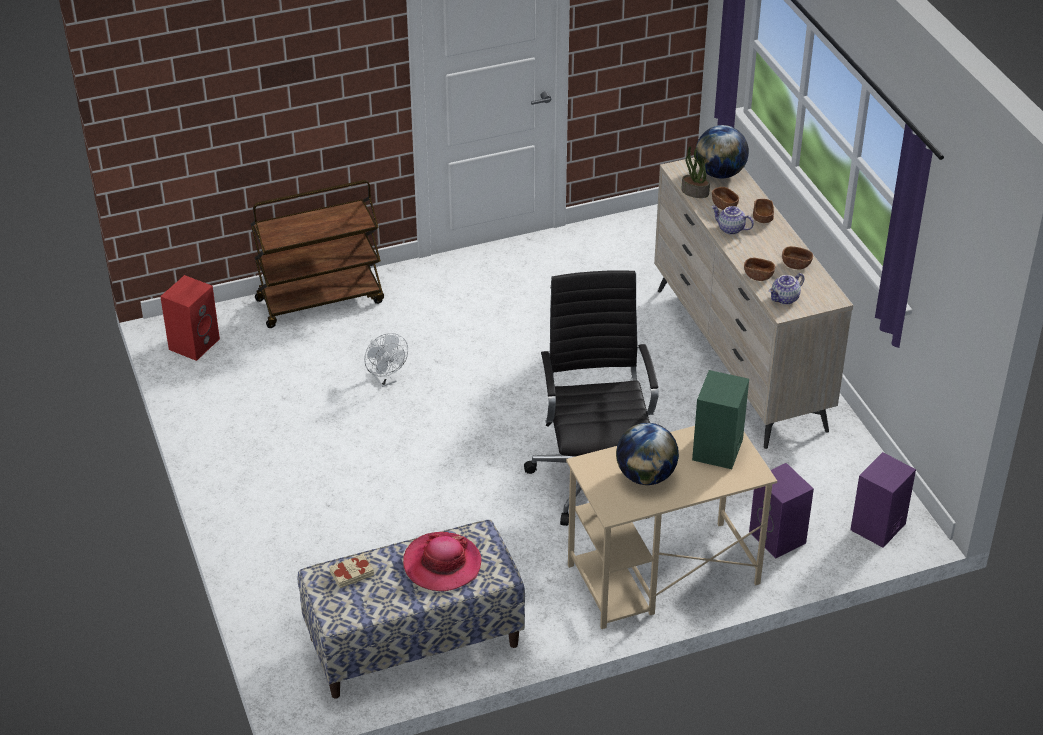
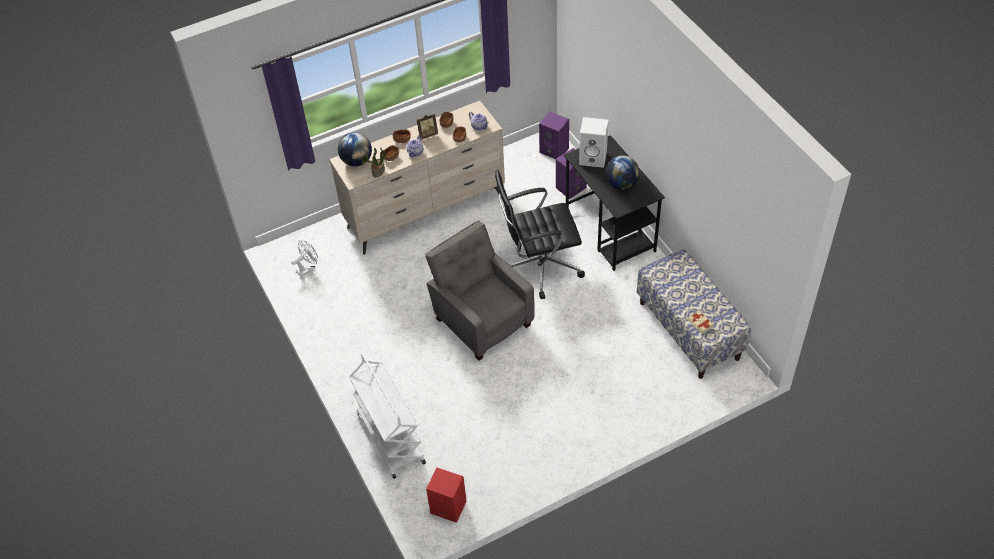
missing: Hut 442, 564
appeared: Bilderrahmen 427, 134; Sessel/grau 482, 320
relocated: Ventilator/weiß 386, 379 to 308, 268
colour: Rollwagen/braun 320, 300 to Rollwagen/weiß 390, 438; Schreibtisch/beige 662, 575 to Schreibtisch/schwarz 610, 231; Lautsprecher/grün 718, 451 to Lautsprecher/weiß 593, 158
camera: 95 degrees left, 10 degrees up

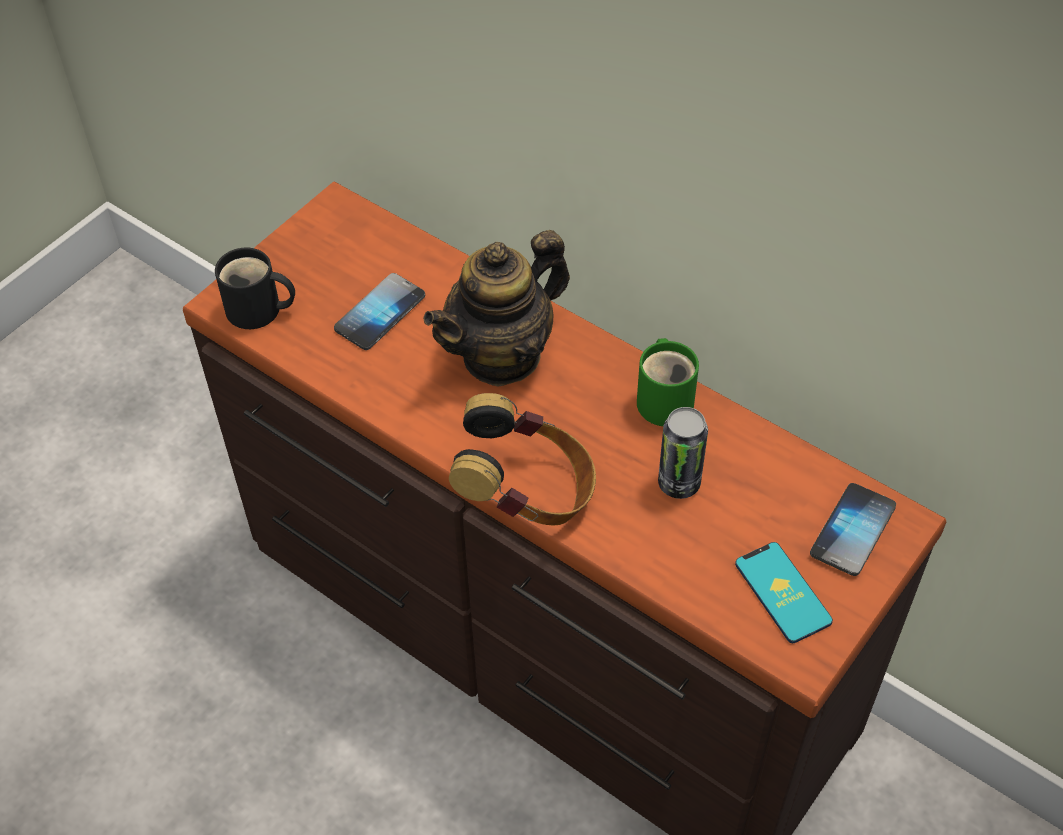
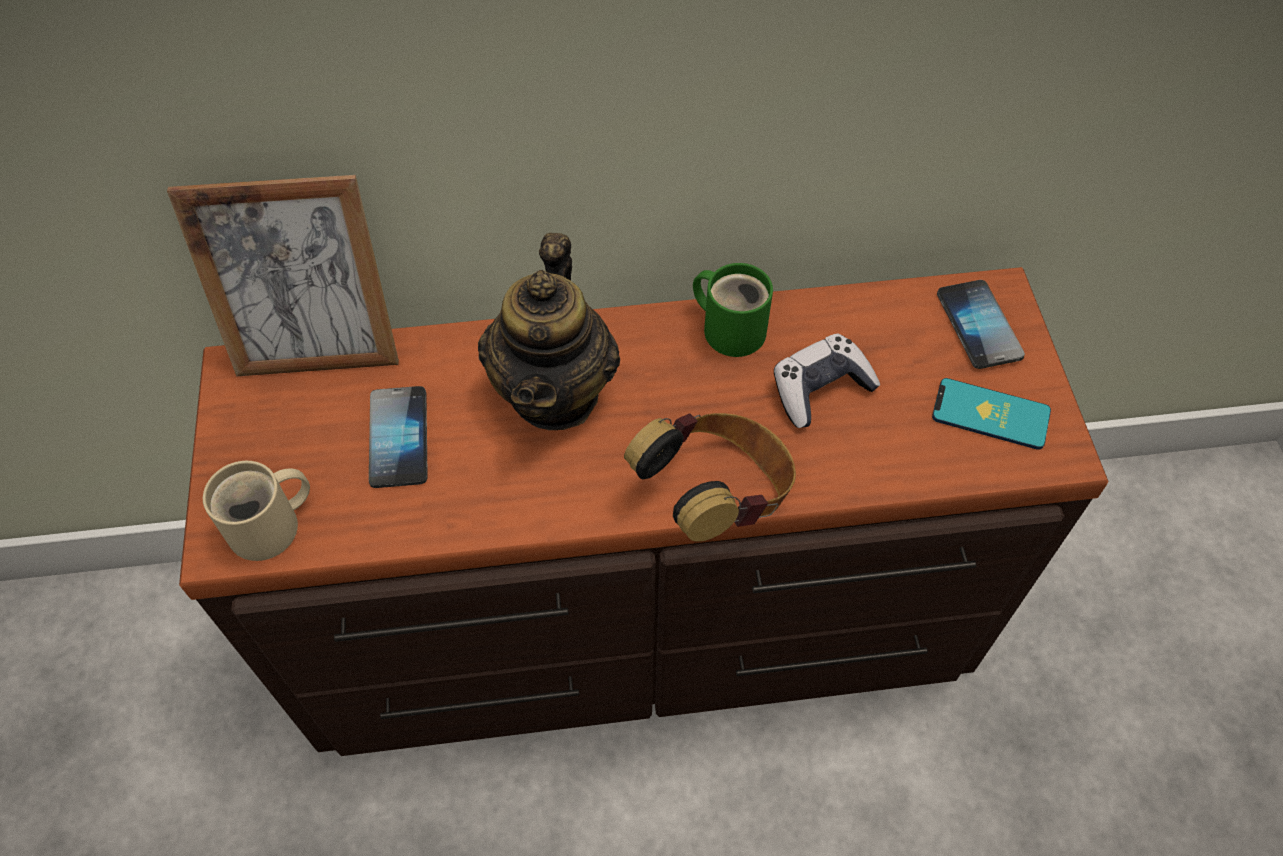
appeared: Bilderrahmen 319, 351
exchanged: Dose 679, 483 to Gamepad 820, 389
colour: Henkelbecher/schwarz 258, 311 to Henkelbecher/beige 271, 527
camera: 45 degrees left, 5 degrees up

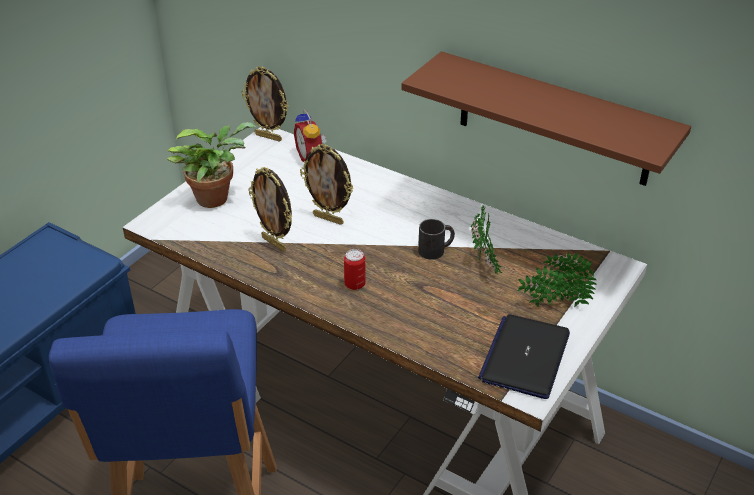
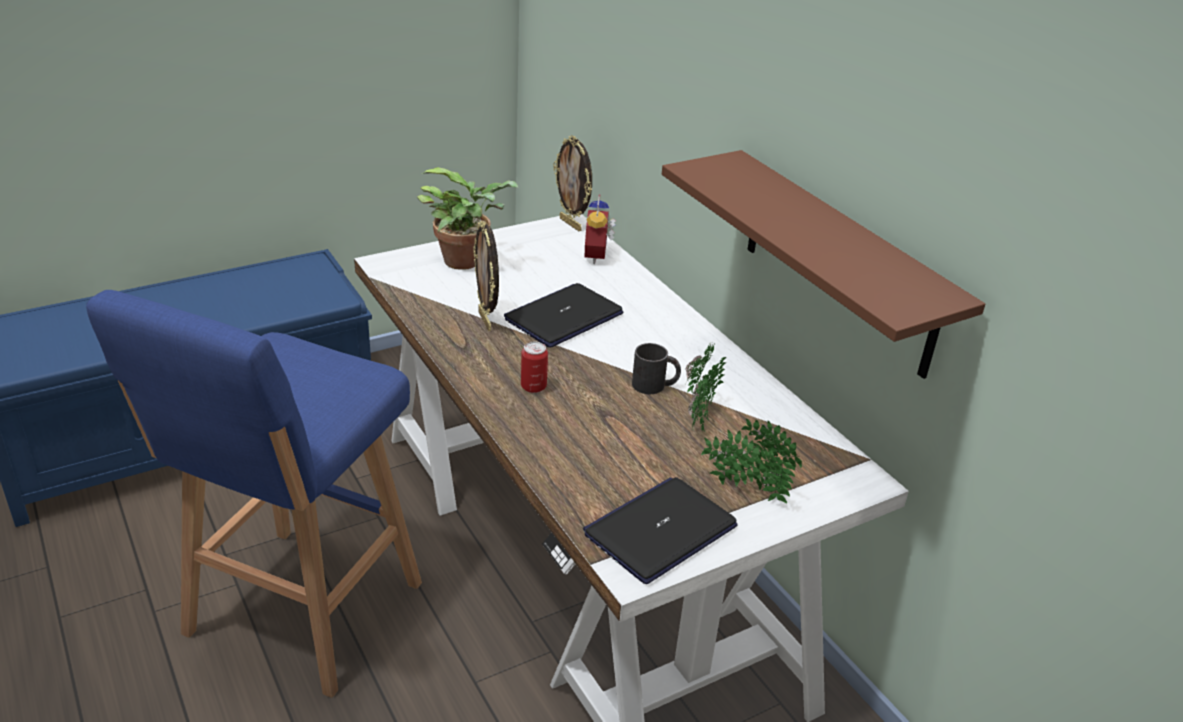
exchanged: Bilderrahmen 329, 219 to Laptop 564, 317
camera: 25 degrees right, 5 degrees down

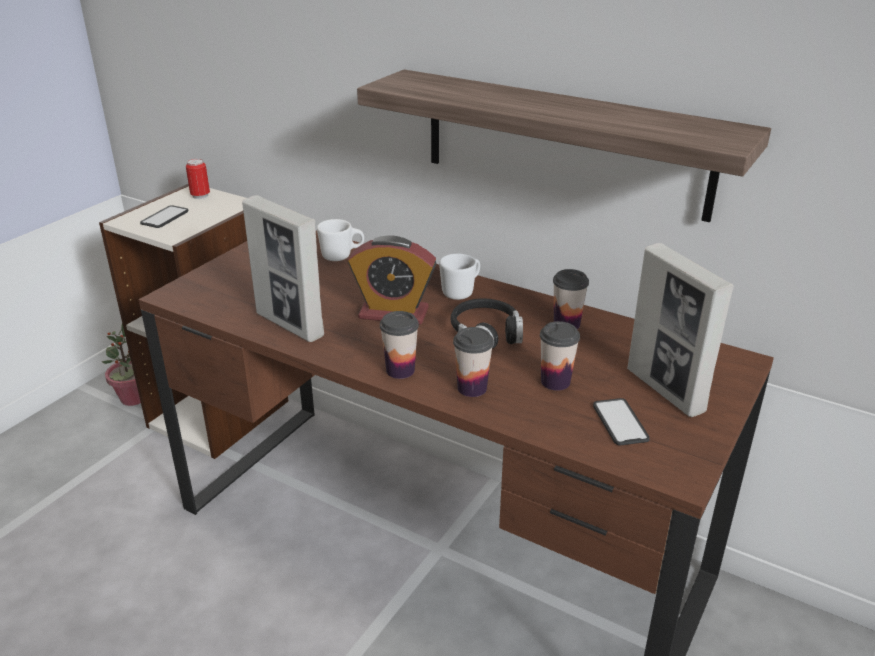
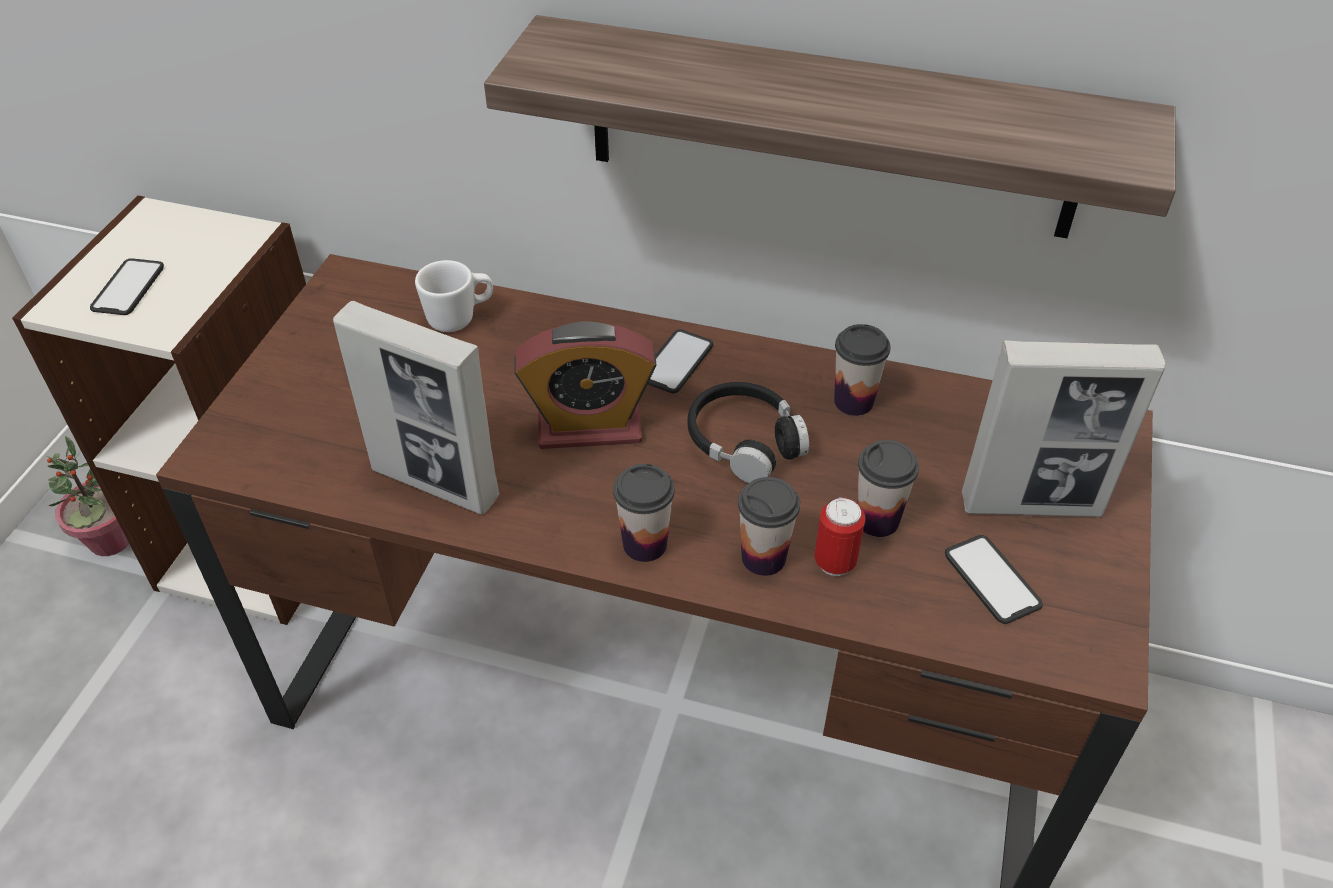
relocated: Dose 200, 196 to 835, 562
exchanged: Henkelbecher/weiß 461, 292 to Handy 676, 362
spun: Bilderrahmen 665, 390 = 1031, 505 45 degrees counterclockwise
camera: 15 degrees left, 15 degrees up

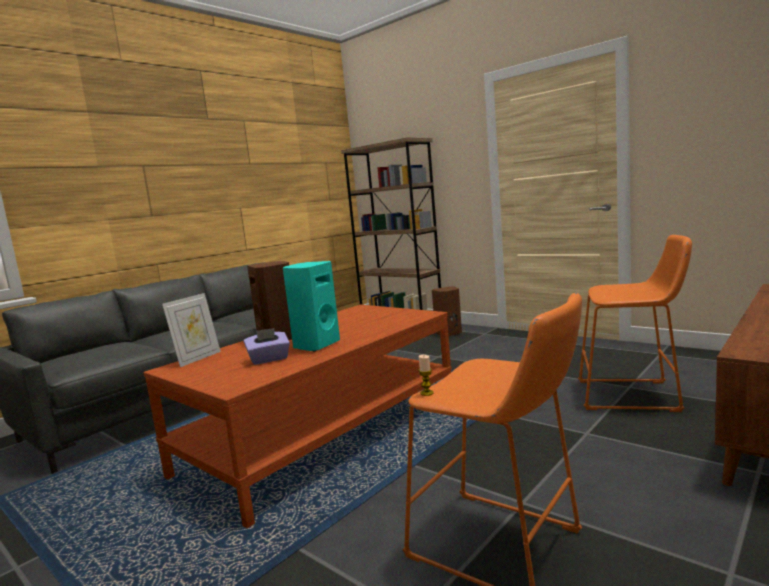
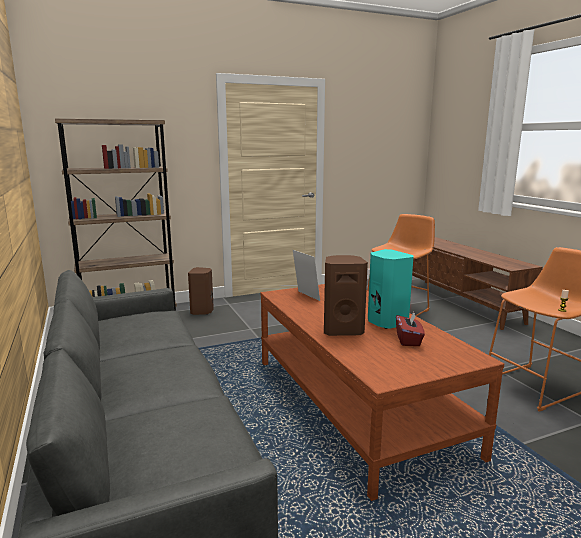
relocated: Bilderrahmen 197, 358 to 306, 296
colour: Taschentuchbox/lila 269, 359 to Taschentuchbox/rot 408, 340
camera: 65 degrees left, 5 degrees up

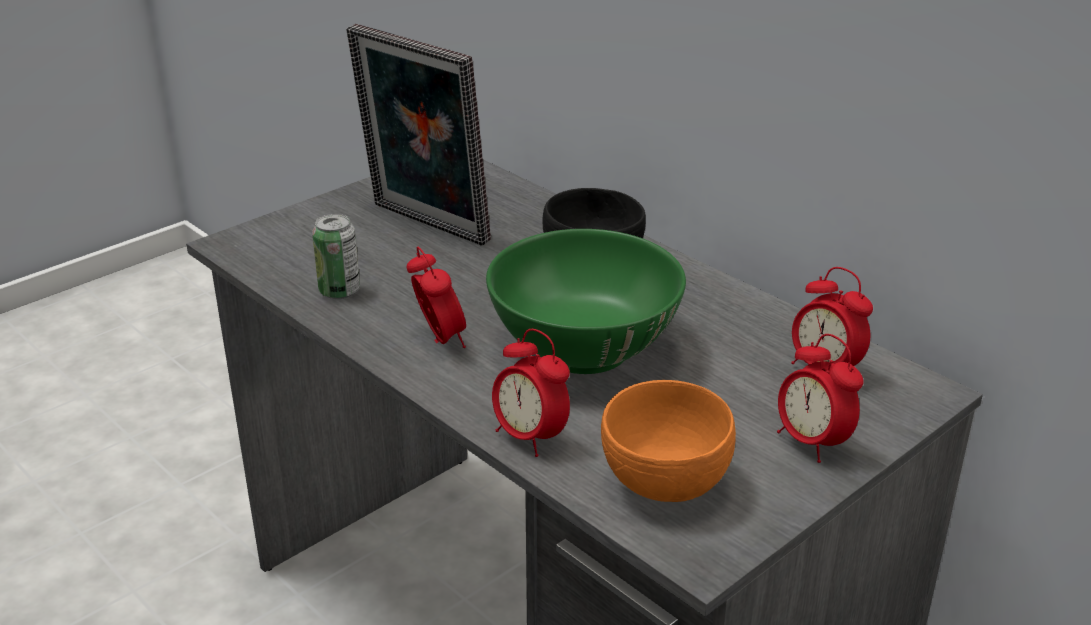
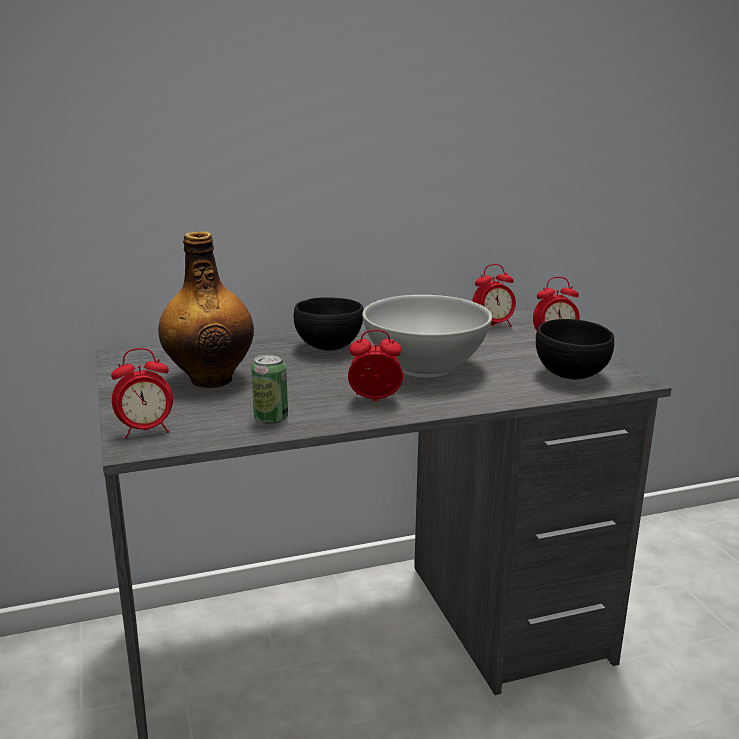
relocated: Wecker 530, 437 to 146, 431
exchanged: Bilderrahmen 424, 226 to Flasche 210, 379
colour: Schüssel/grün 583, 349 to Schüssel/weiß 424, 367; Schüssel/orange 666, 482 to Schüssel/schwarz 570, 375
camera: 65 degrees left, 10 degrees down

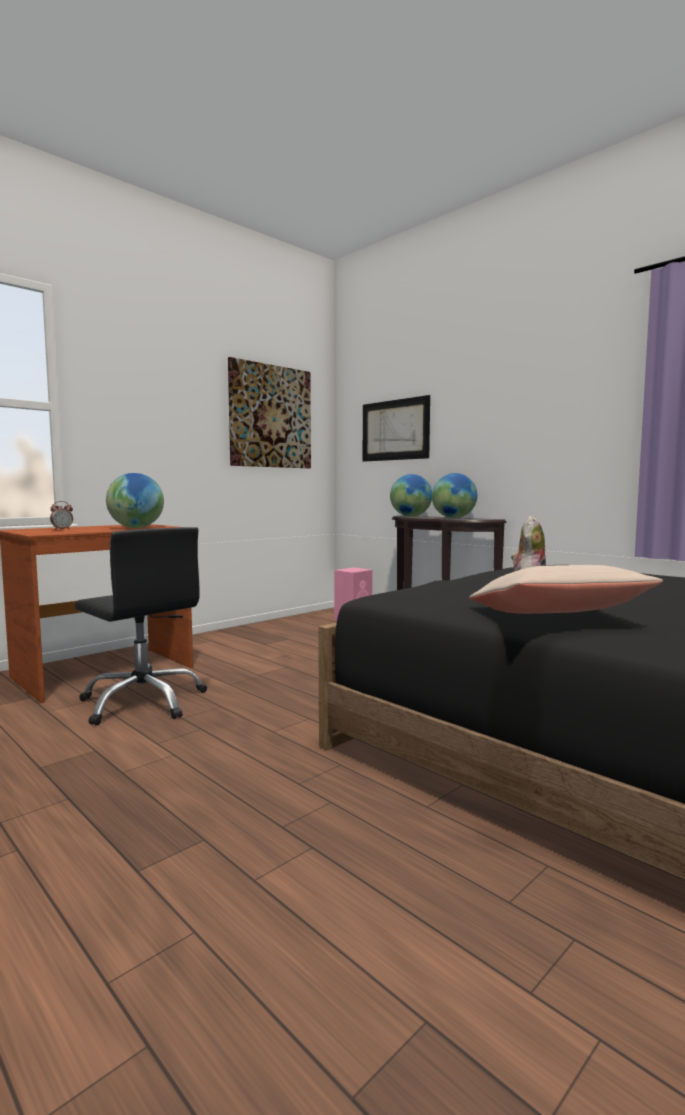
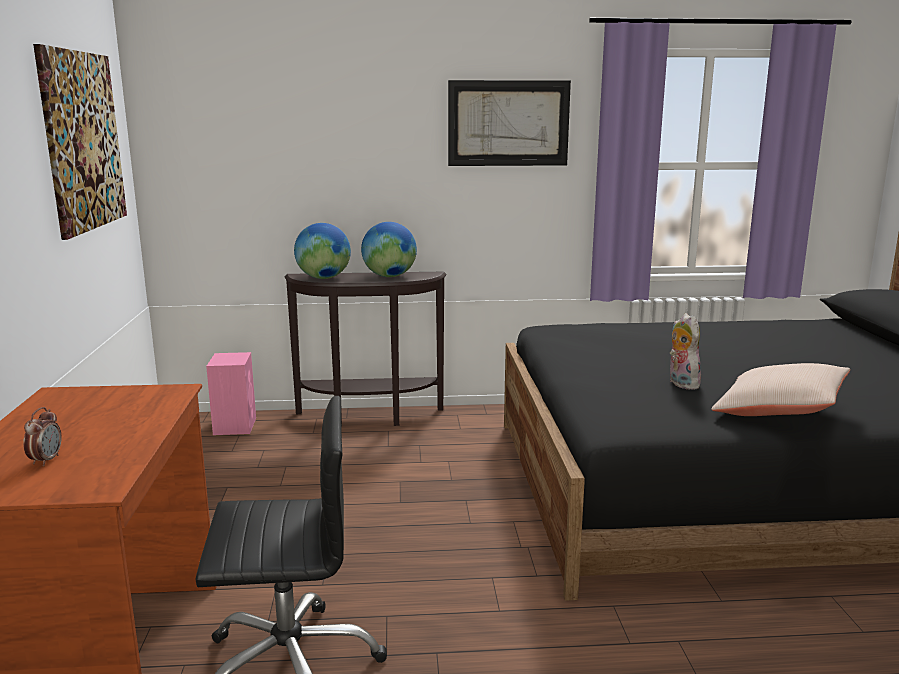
missing: Globus 136, 527
relocated: Bild 395, 430 to 508, 123
camera: 50 degrees left, 10 degrees up

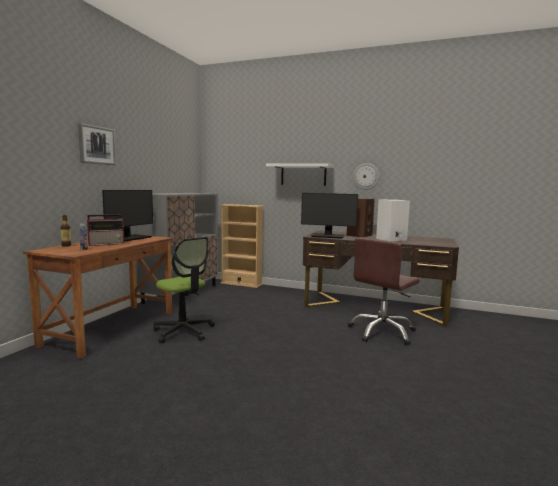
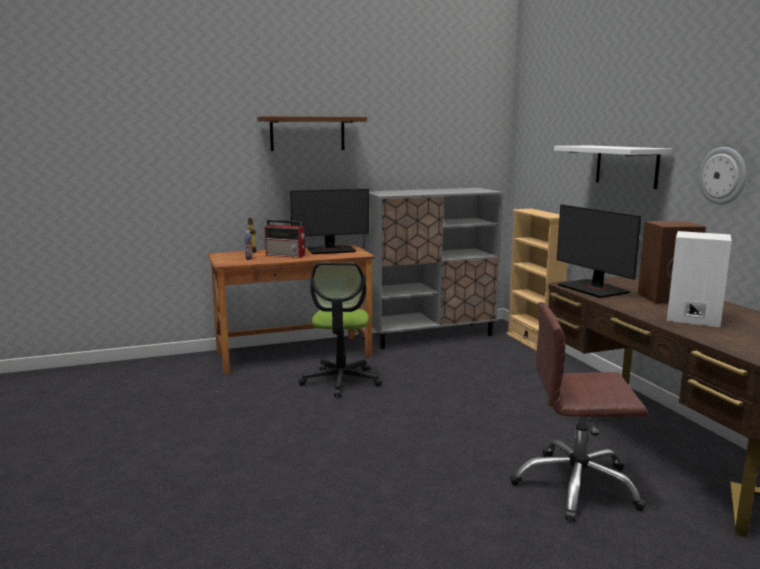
exchanged: Bild 97, 145 to Wandregal/braun 307, 133
camera: 50 degrees right, 5 degrees up

